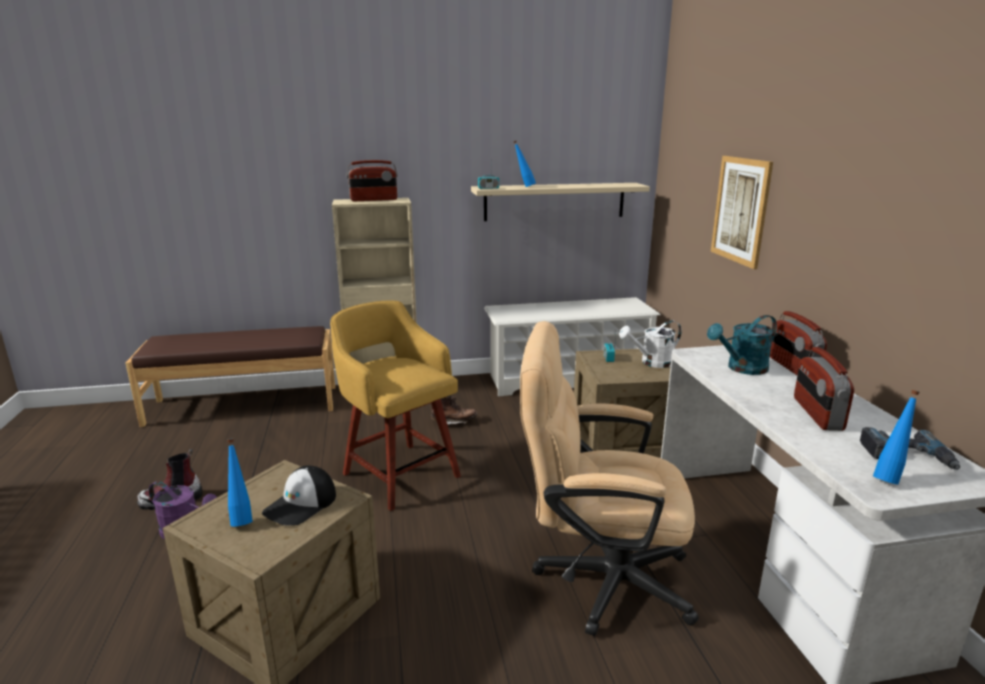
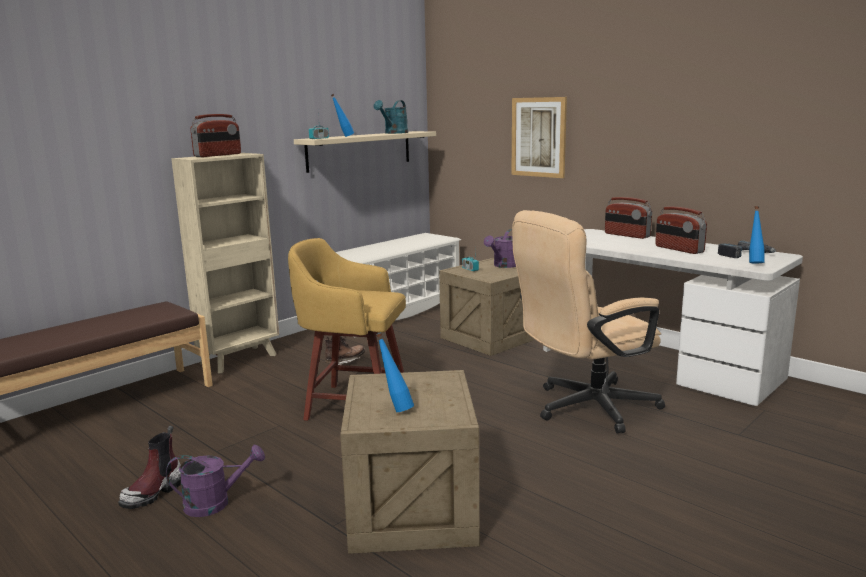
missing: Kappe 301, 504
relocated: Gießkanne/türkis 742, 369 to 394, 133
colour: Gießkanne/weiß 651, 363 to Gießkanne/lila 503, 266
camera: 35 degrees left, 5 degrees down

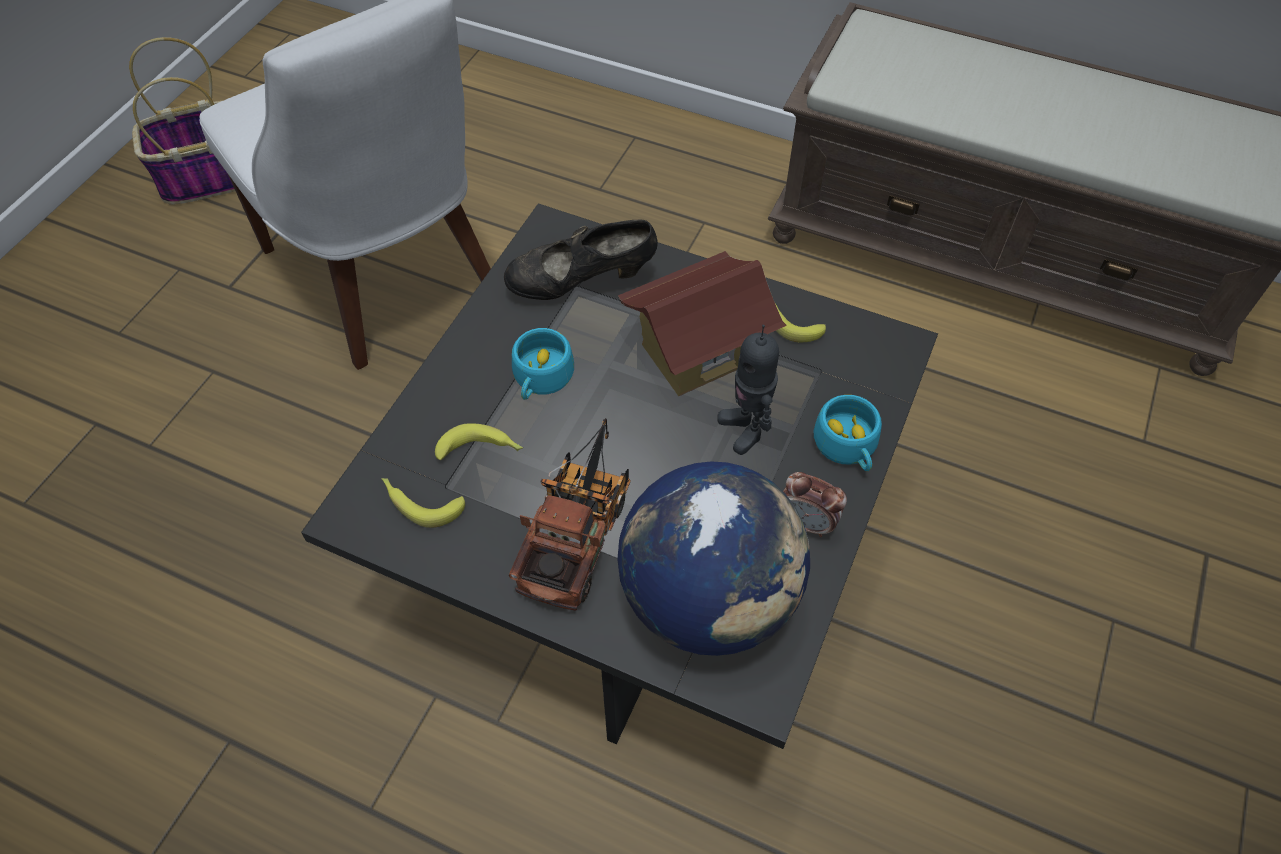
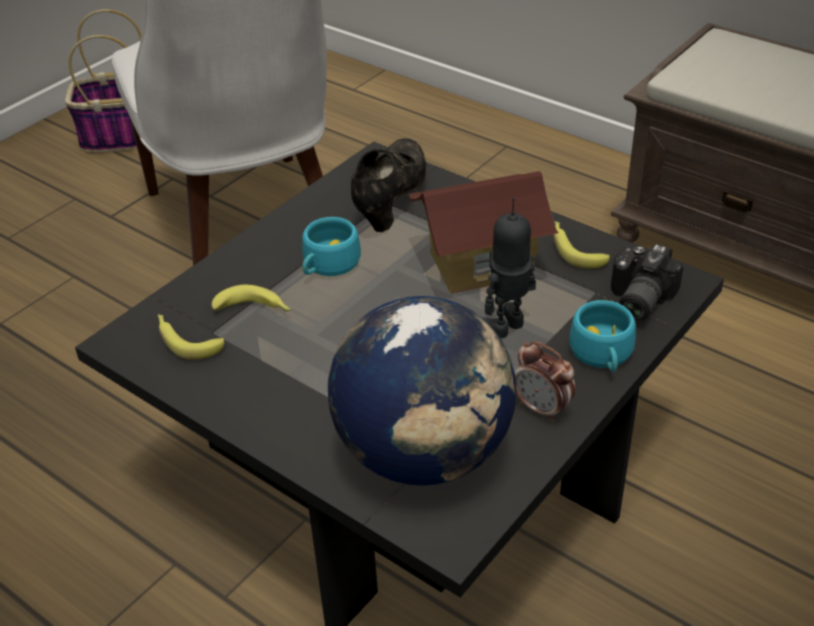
missing: Spielzeuglaster 579, 530
appeared: Kamera 635, 300
spun: Schuh/schwarz 581, 283 = 391, 201 105 degrees clockwise; Spielzeugroboter 745, 429 = 506, 327 60 degrees clockwise
camera: 15 degrees right, 15 degrees down

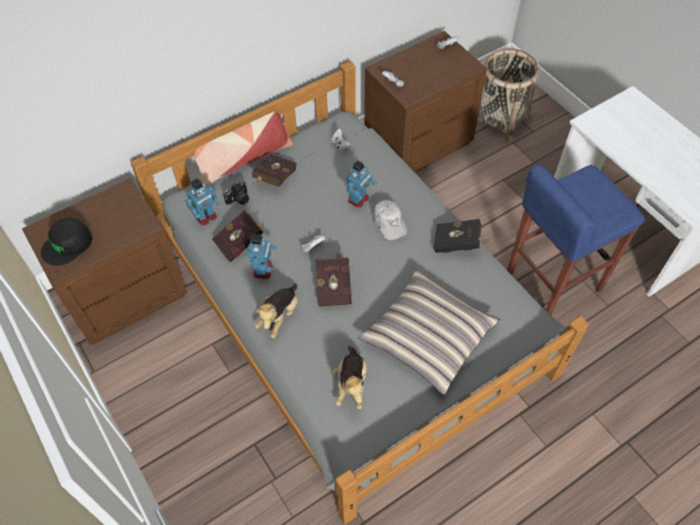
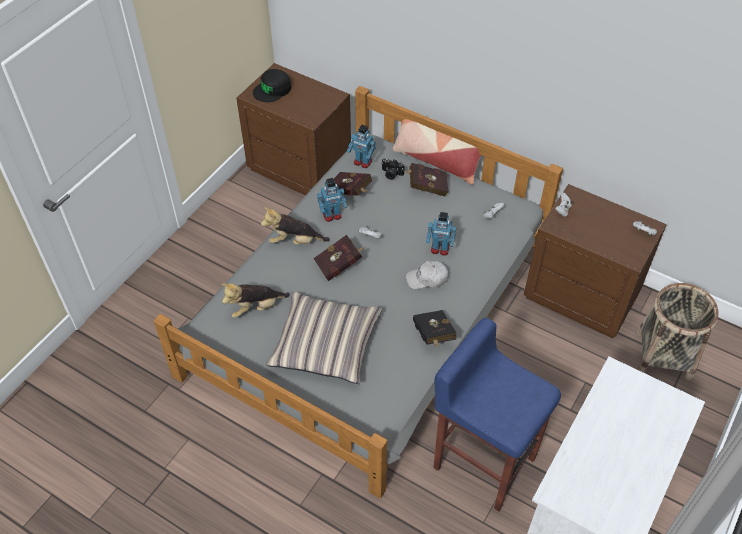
spun: Kappe/schwarz 67, 245 = 272, 90 60 degrees counterclockwise; Kappe/weiß 389, 223 = 427, 279 45 degrees clockwise
camera: 65 degrees right, 5 degrees down

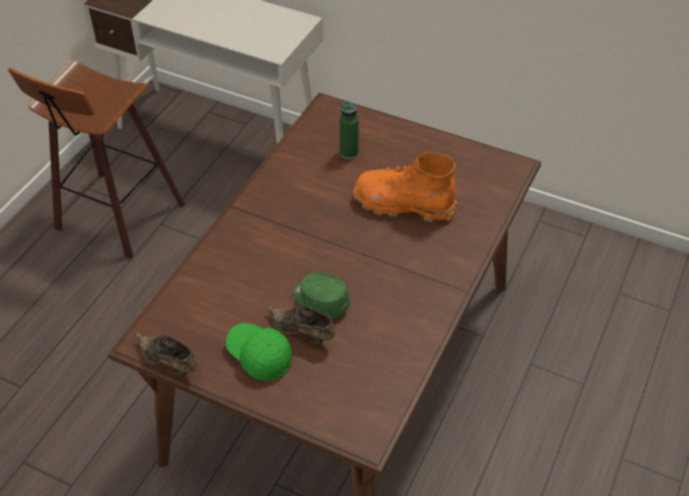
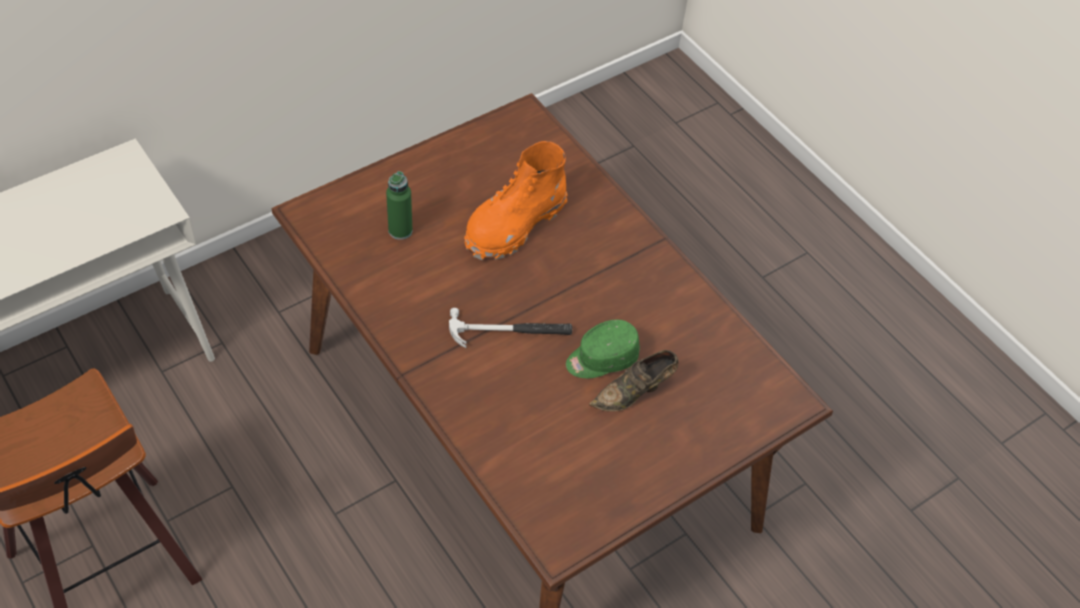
missing: Schuh/braun 169, 363; Kappe/grün 259, 356
appeared: Hammer 510, 331
camera: 65 degrees left, 5 degrees up

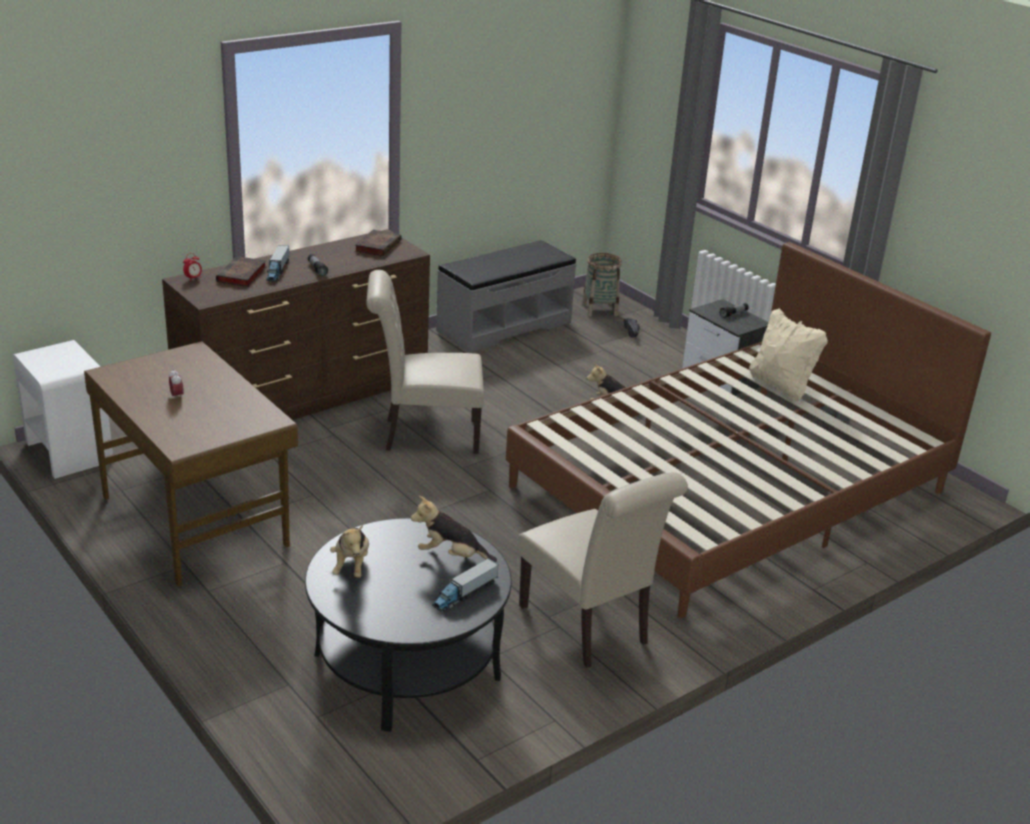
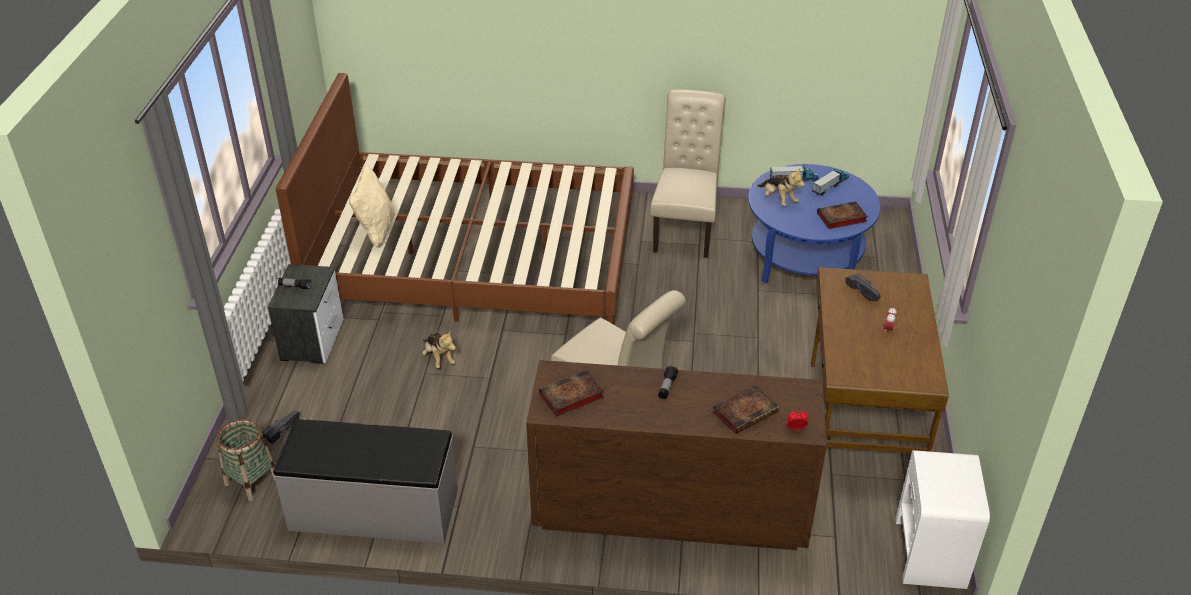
appeared: Schuh/schwarz 864, 291
relocated: Spielzeuglaster 277, 271 to 830, 186
exchanged: Plüschtier 351, 566 to Buch 840, 218
colour: Couchtisch/schwarz 407, 665 to Couchtisch/blau 805, 258
camera: 135 degrees left, 10 degrees up

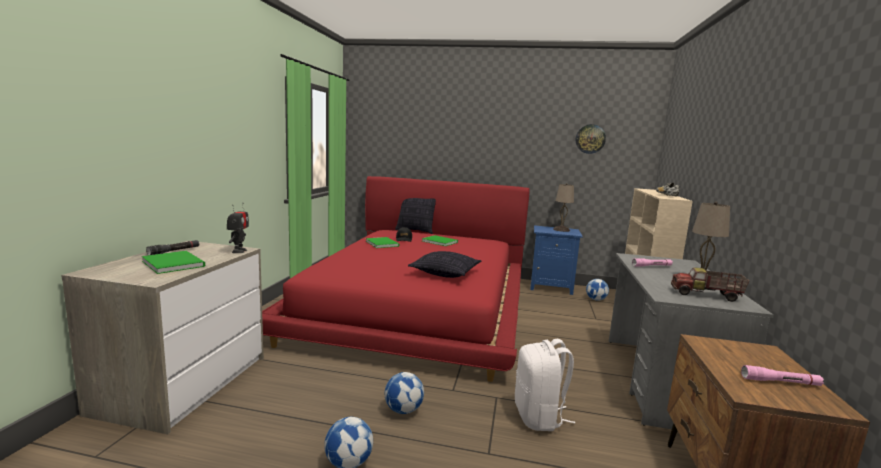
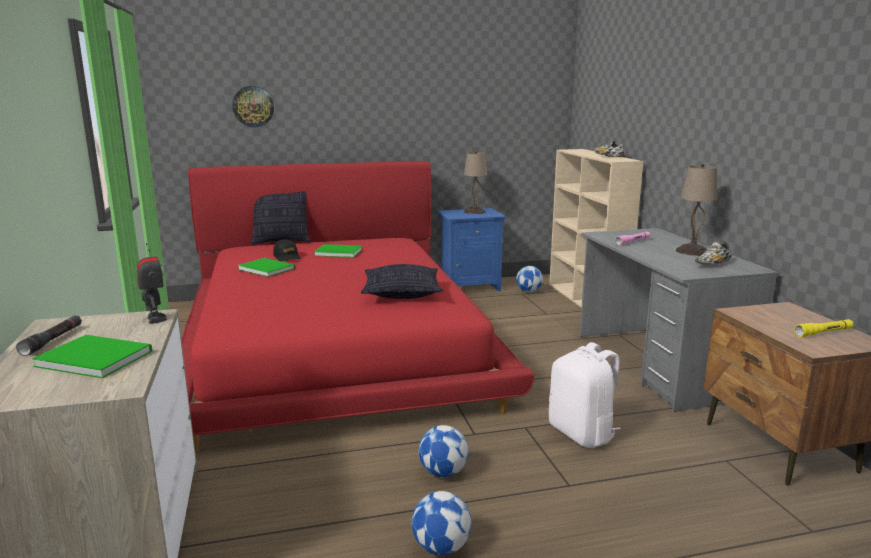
relocated: Wanduhr 590, 139 to 253, 106
exchanged: Spielzeuglaster 706, 295 to Schuh 712, 264
colour: Taschenlampe/rosa 780, 382 to Taschenlampe/gelb 823, 333
camera: 25 degrees left, 5 degrees up

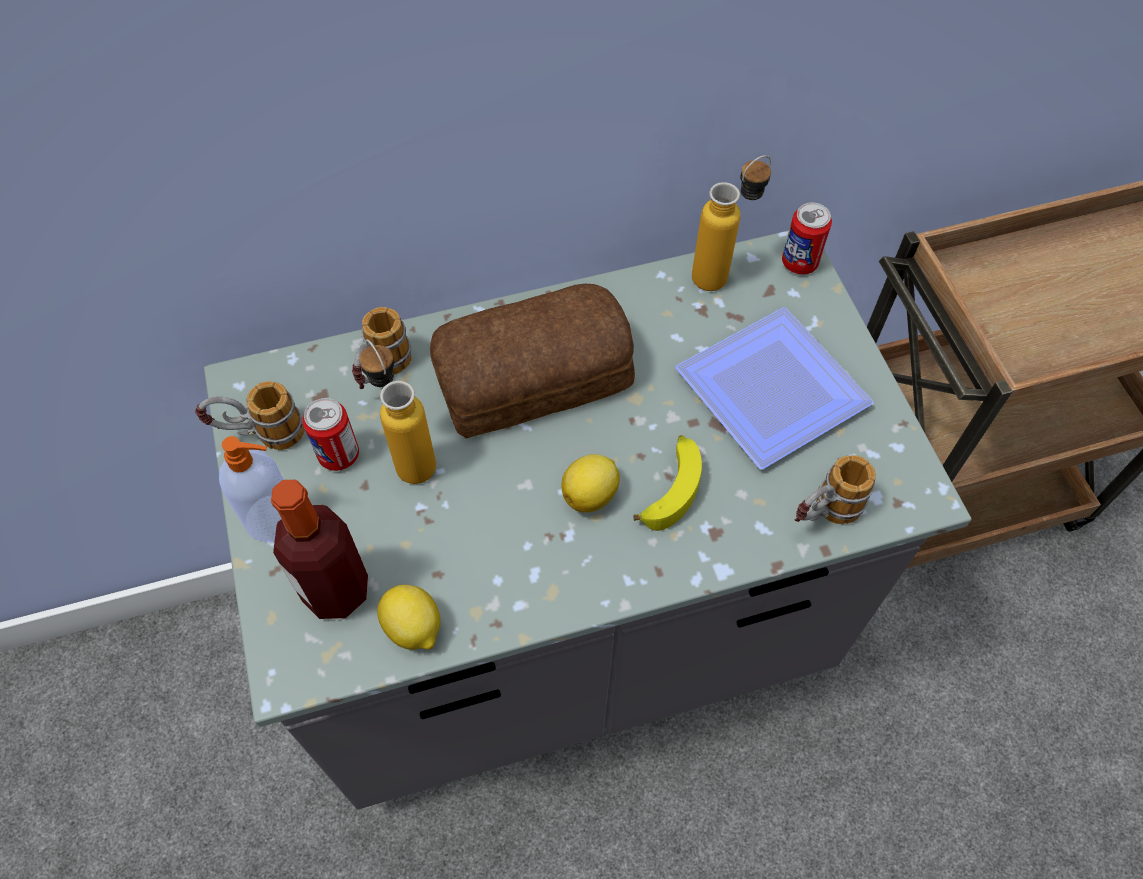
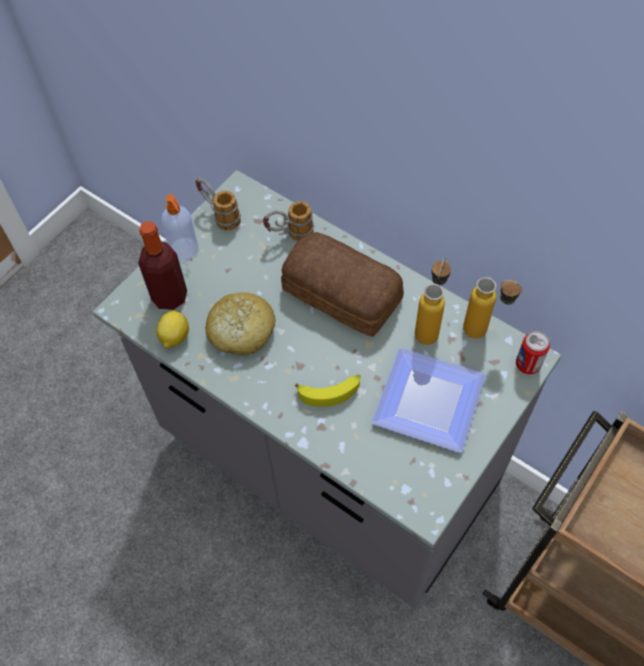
missing: Dose 339, 455; Zitrone 591, 494; Henkelbecher 822, 515
appeared: Brot 241, 331
relocated: Flasche 408, 455 to 429, 327
camera: 55 degrees right, 0 degrees up

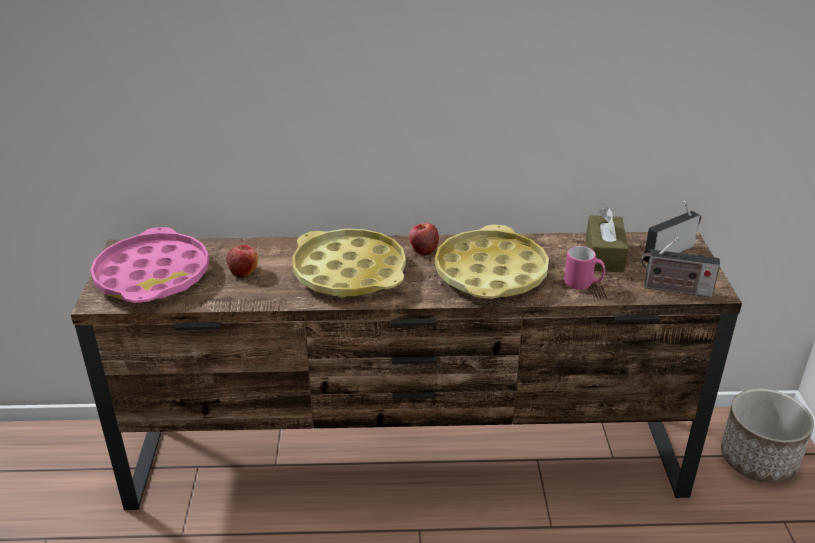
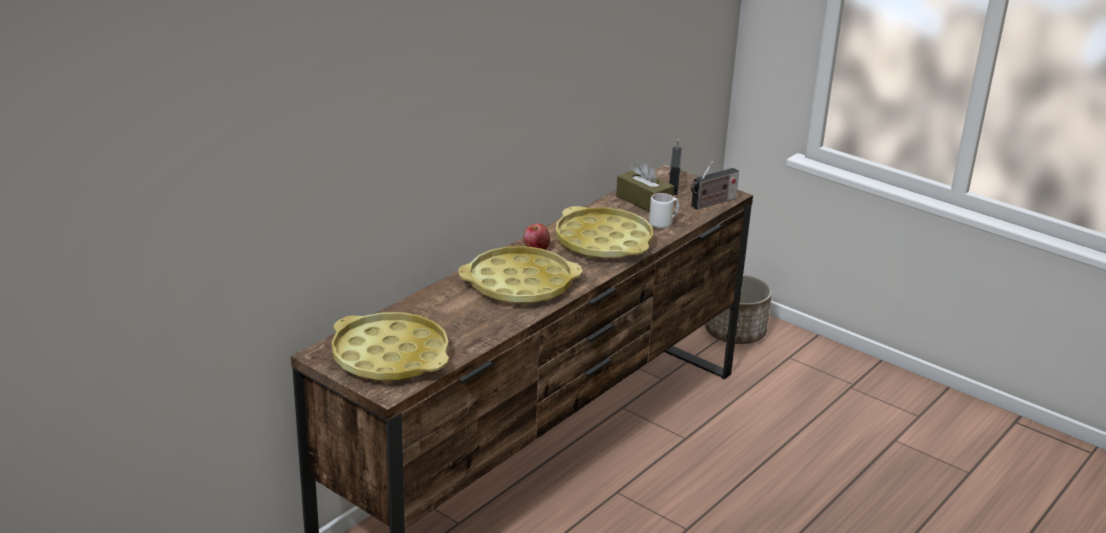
missing: Apfel 244, 271
colour: Tablett/rosa 153, 276 to Tablett/gelb 390, 356; Henkelbecher/rosa 583, 284 to Henkelbecher/weiß 664, 223
camera: 50 degrees left, 5 degrees down

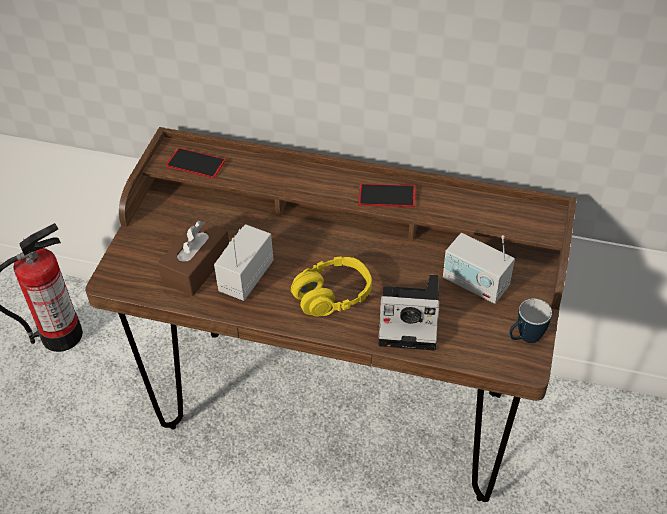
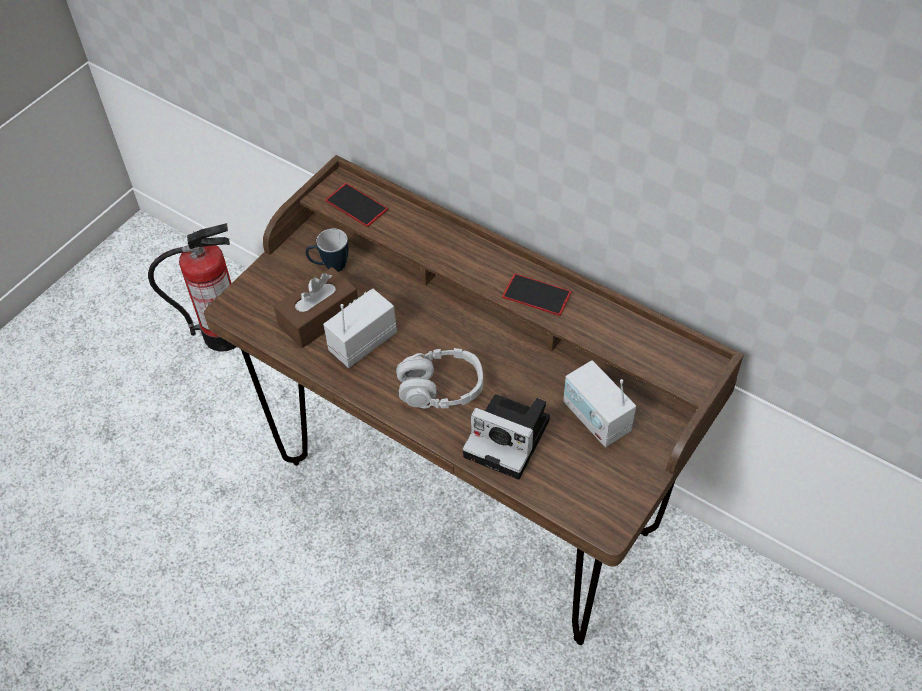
relocated: Henkelbecher 524, 339 to 330, 266
colour: Kopfhörer/gelb 332, 295 to Kopfhörer/grau 440, 388
camera: 20 degrees right, 5 degrees up

